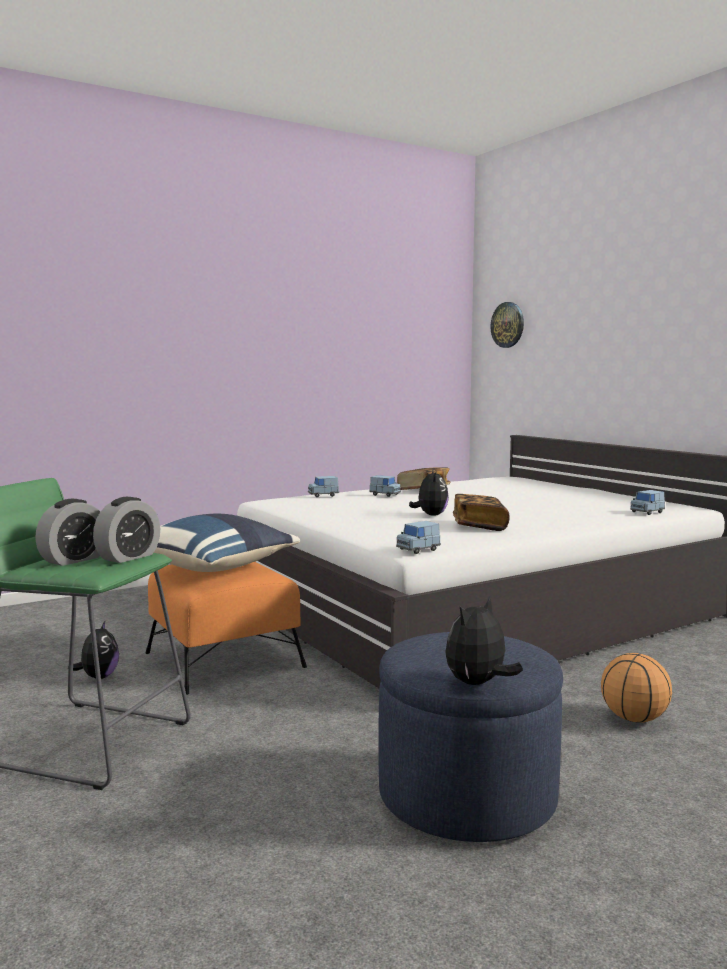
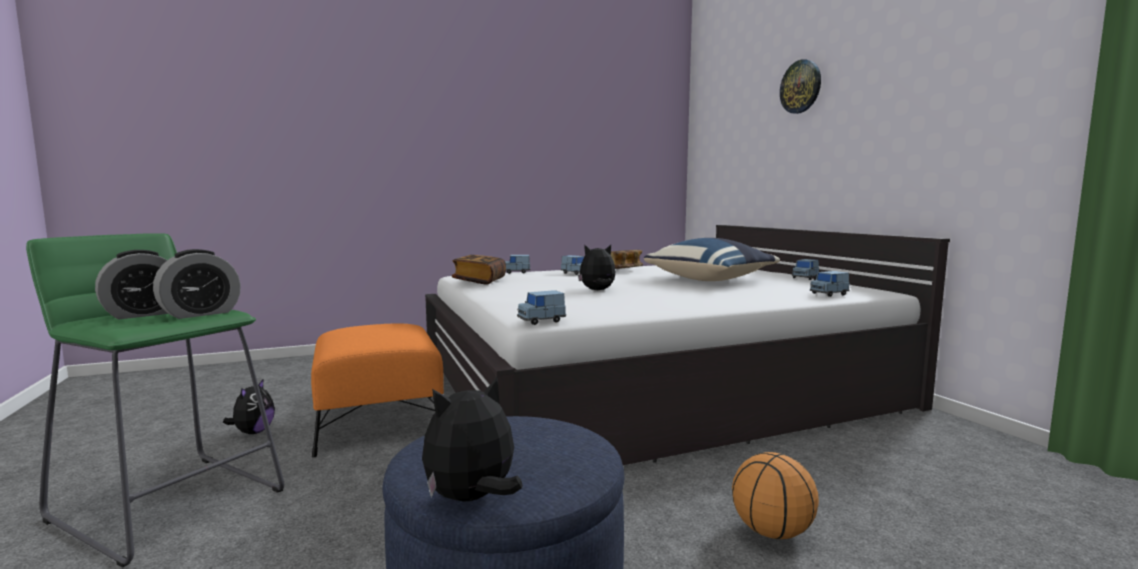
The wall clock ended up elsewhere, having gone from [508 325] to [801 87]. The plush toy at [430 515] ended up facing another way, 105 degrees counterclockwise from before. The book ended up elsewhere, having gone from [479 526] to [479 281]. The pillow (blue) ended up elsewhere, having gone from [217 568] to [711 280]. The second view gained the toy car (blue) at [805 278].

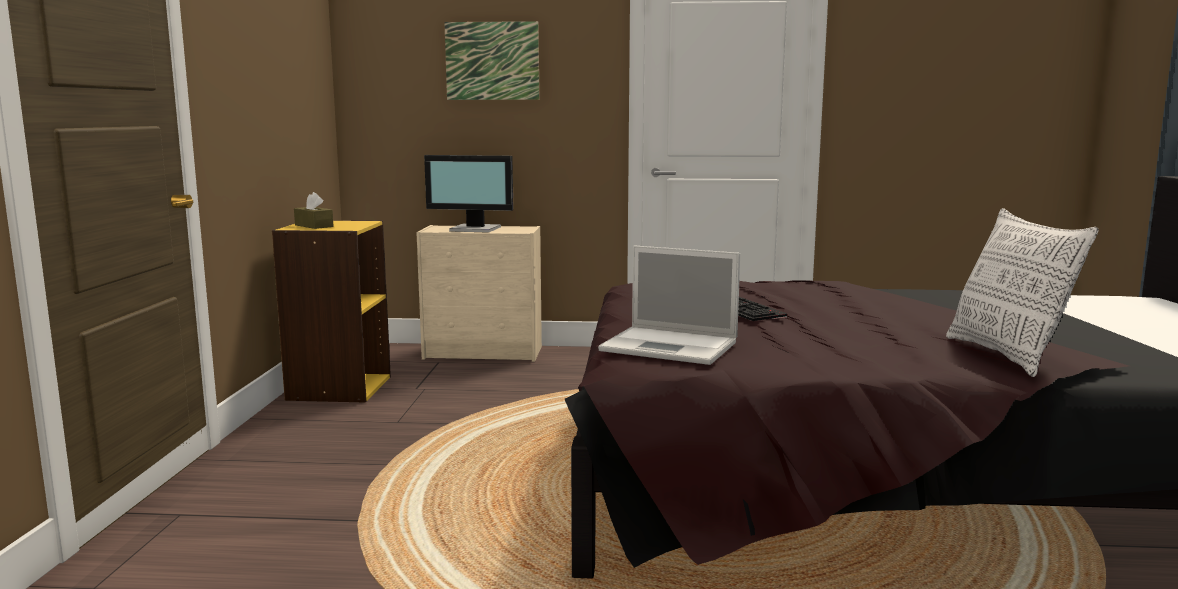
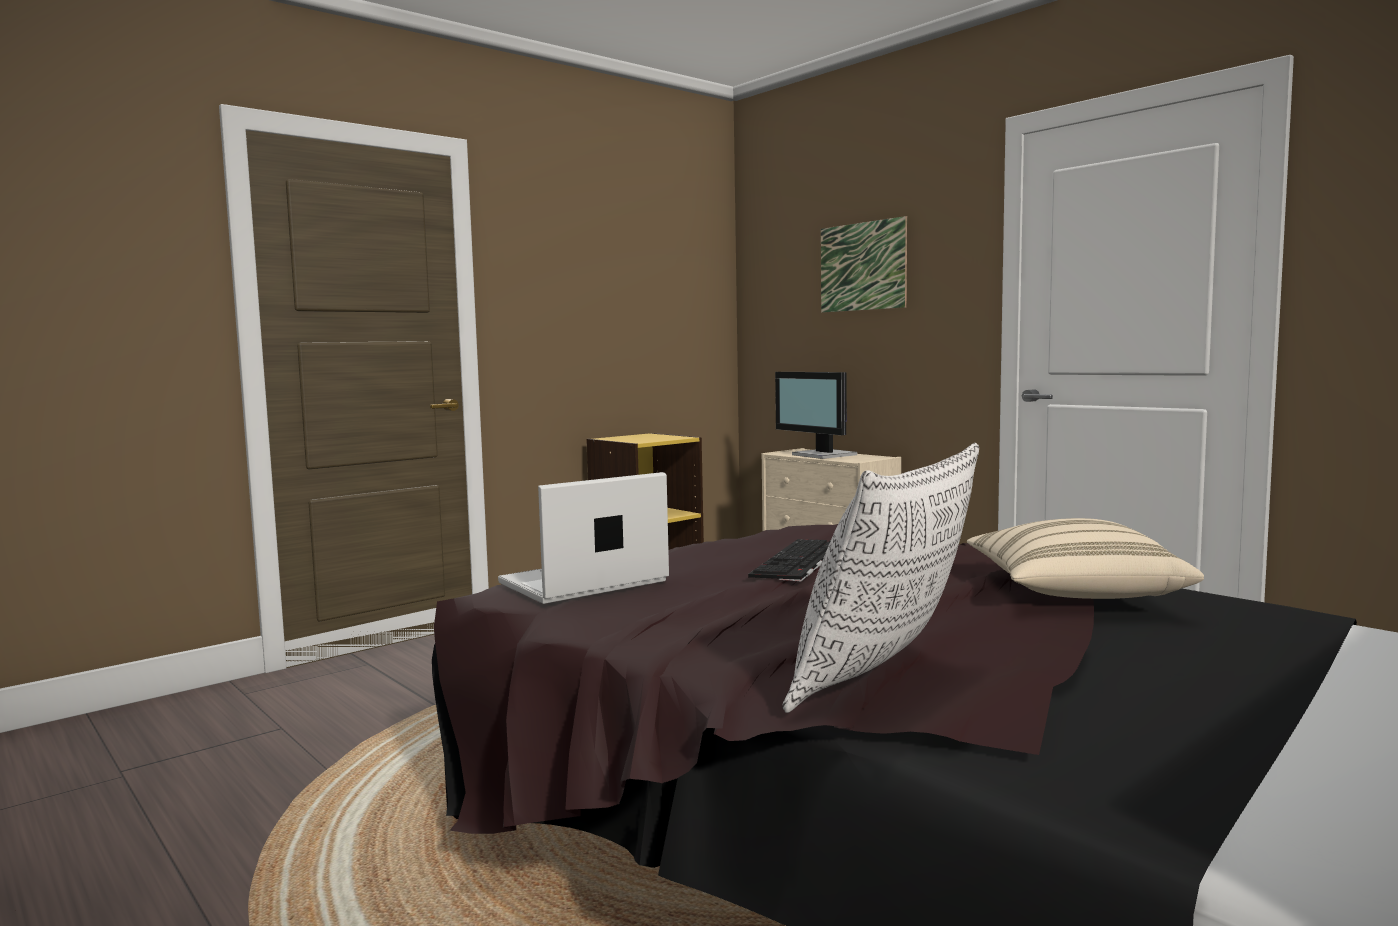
The second view lost the tissue box (brown) at [314 226]. The laptop at [672 346] ended up facing another way, 75 degrees clockwise from before. The second view gained the pillow (beige) at [1073 593].

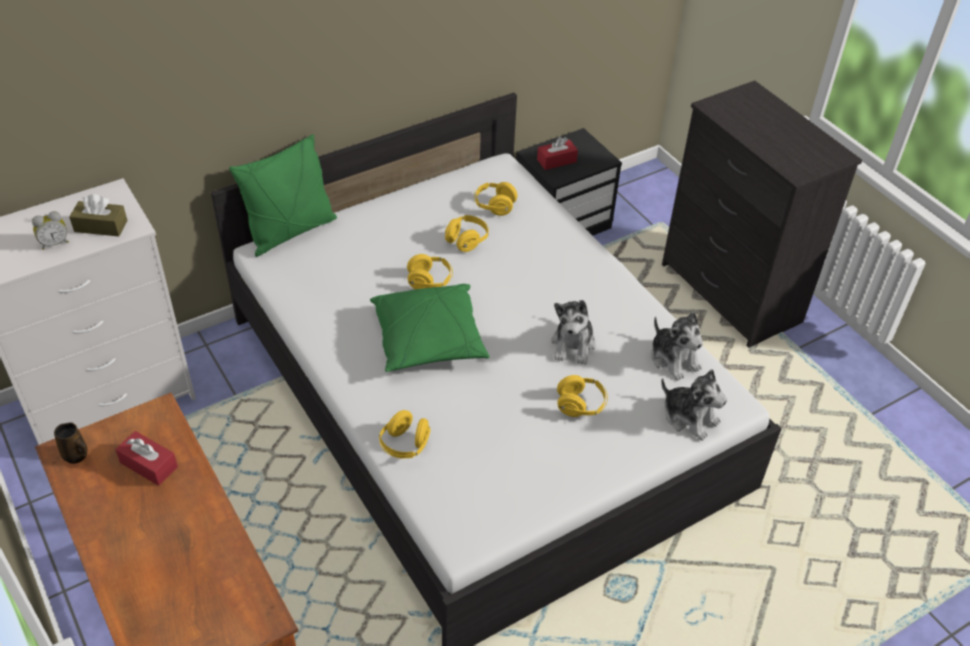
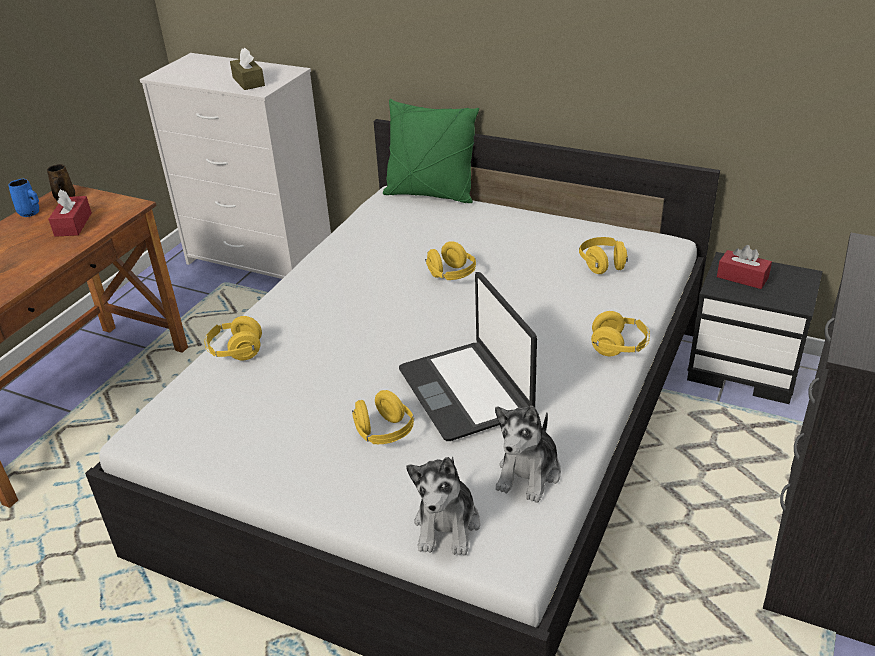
The second view lost the alarm clock at [54 243]. The headphones (yellow) ended up elsewhere, having gone from [467 240] to [619 347]. The second view lost the pillow (green) at [429 341]. Where the plush toy stood at [573 345], the laptop came to stand at [466 391]. The second view gained the mug (blue) at [30 213].

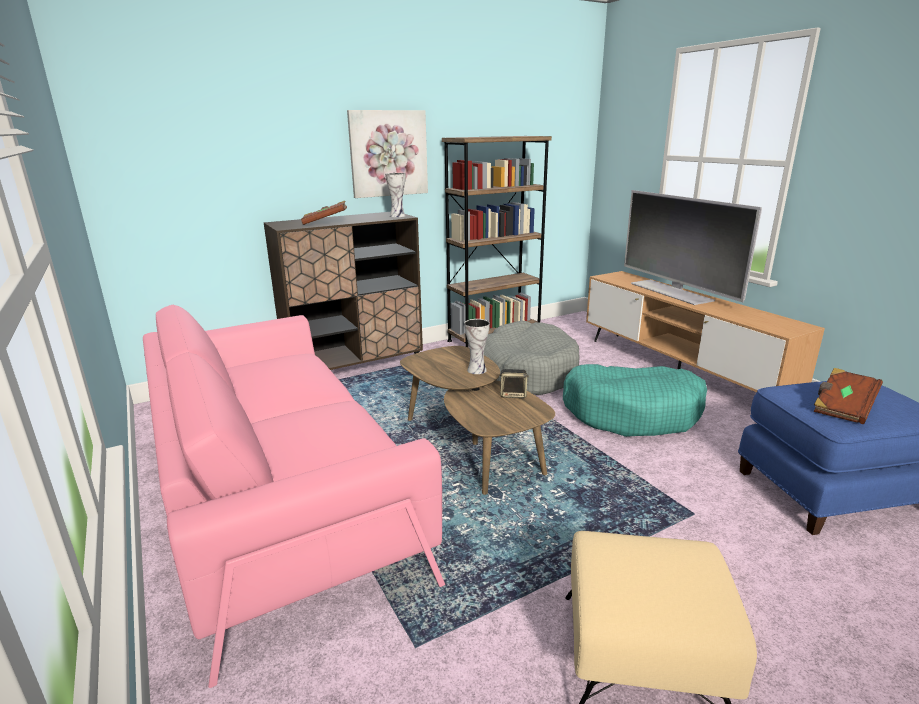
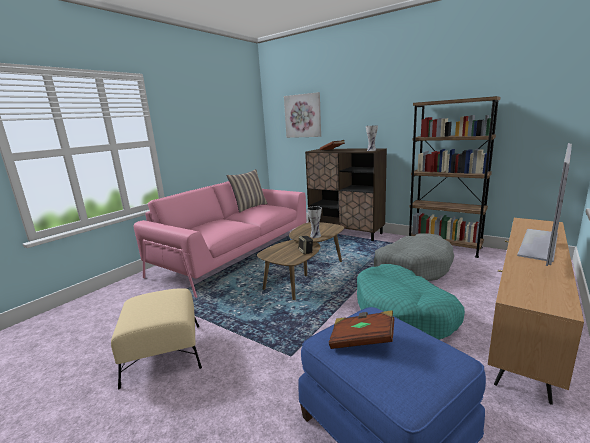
The picture ended up elsewhere, having gone from [388 153] to [303 116]. The second view gained the pillow at [249 207].

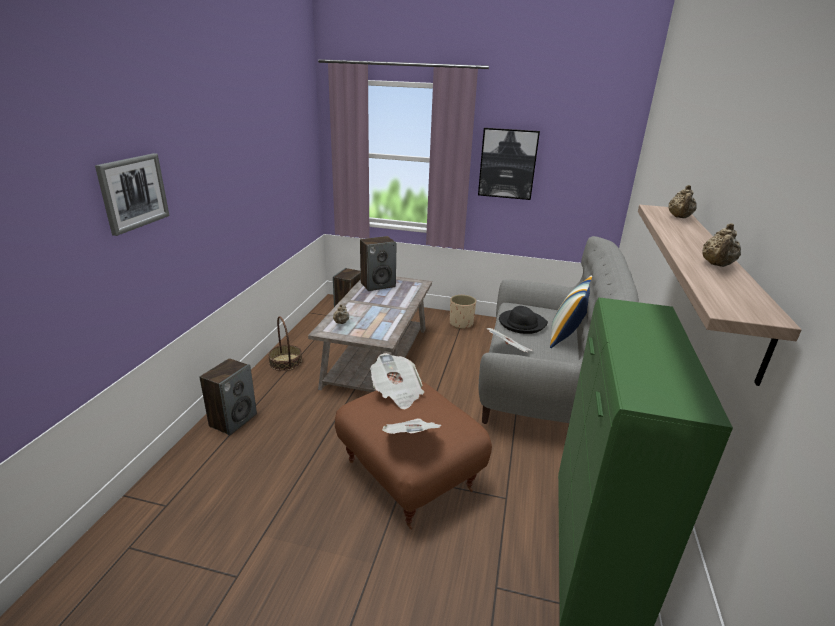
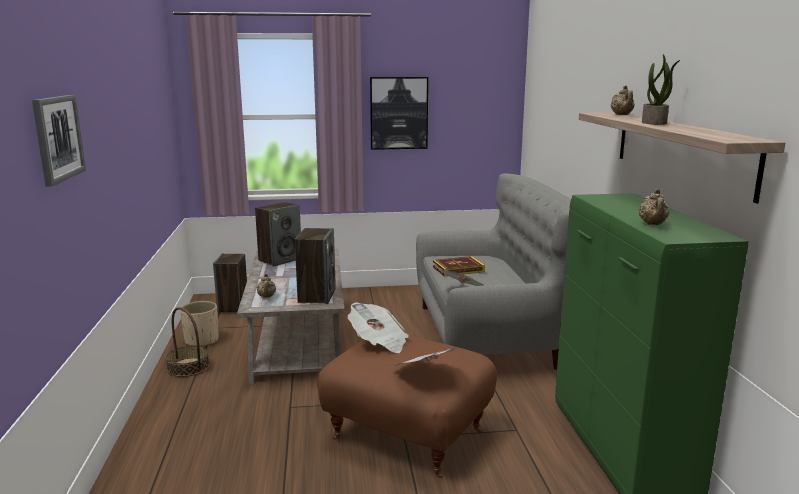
The teapot (beige) ended up elsewhere, having gone from [717 265] to [652 224]. The second view lost the pillow at [567 336]. The planter (beige) ended up elsewhere, having gone from [461 323] to [202 341]. Where the hat (black) stood at [521 323], the book came to stand at [458 269]. The speaker ended up elsewhere, having gone from [233 420] to [316 296]. The second view gained the potted plant at [654 123].

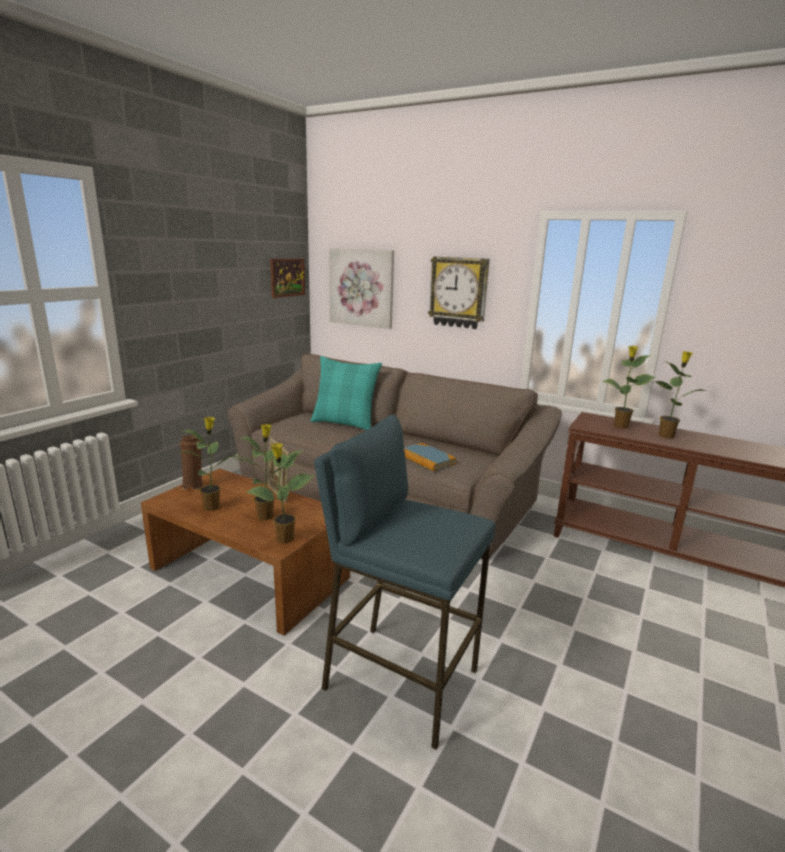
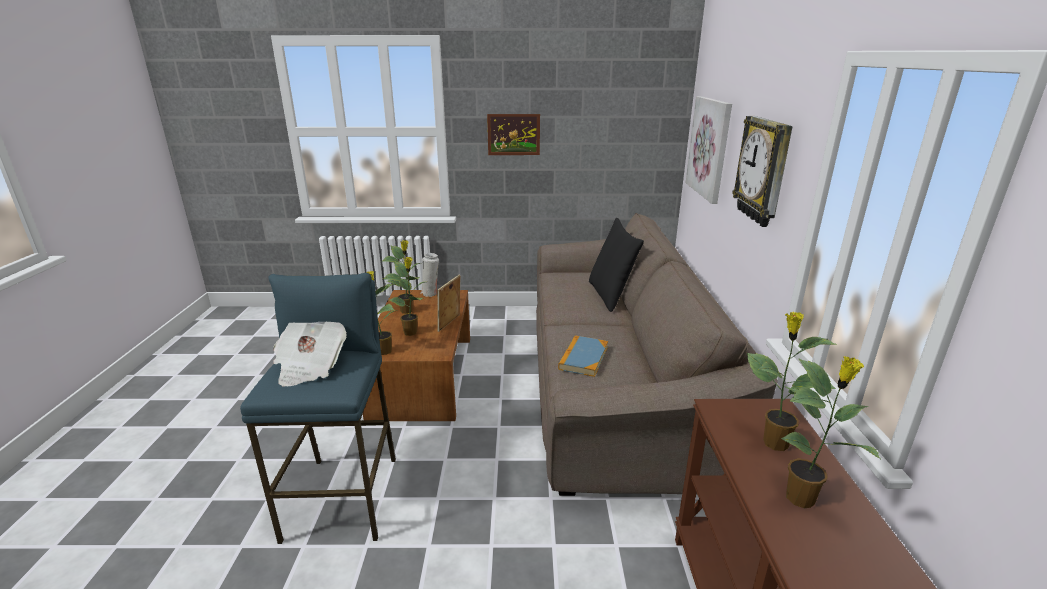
The picture ended up elsewhere, having gone from [287 277] to [513 134]. What was the pillow (turquoise) at [344 423] turned into the pillow (black) at [610 295]. What was the vase (brown) at [193 485] turned into the vase (white) at [431 293]. The second view gained the newspaper at [310 366].

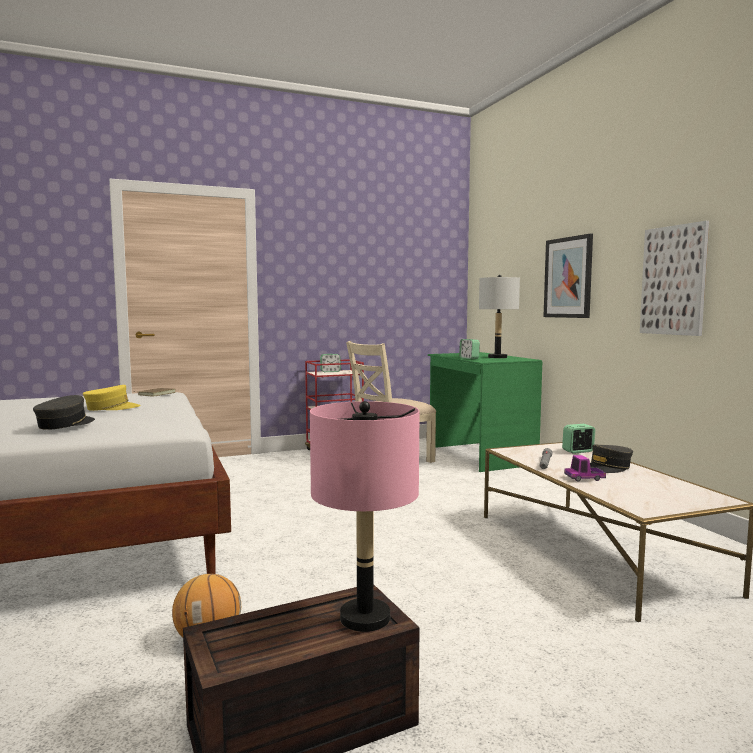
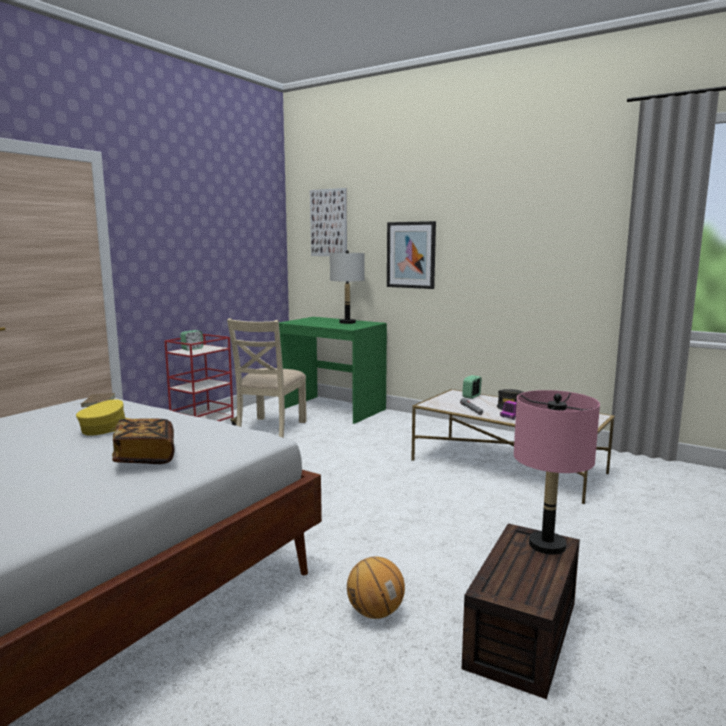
The picture ended up elsewhere, having gone from [673 280] to [329 223]. The second view lost the alarm clock at [469 358]. Where the cap (grey) stood at [65 424], the book came to stand at [145 456].

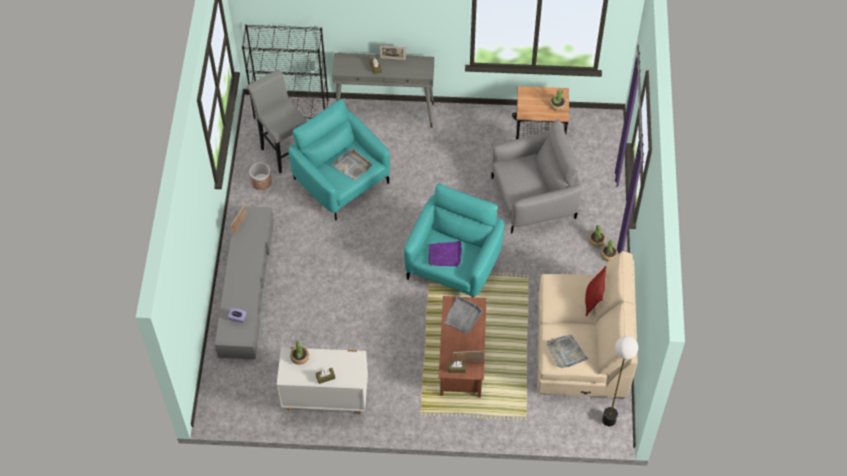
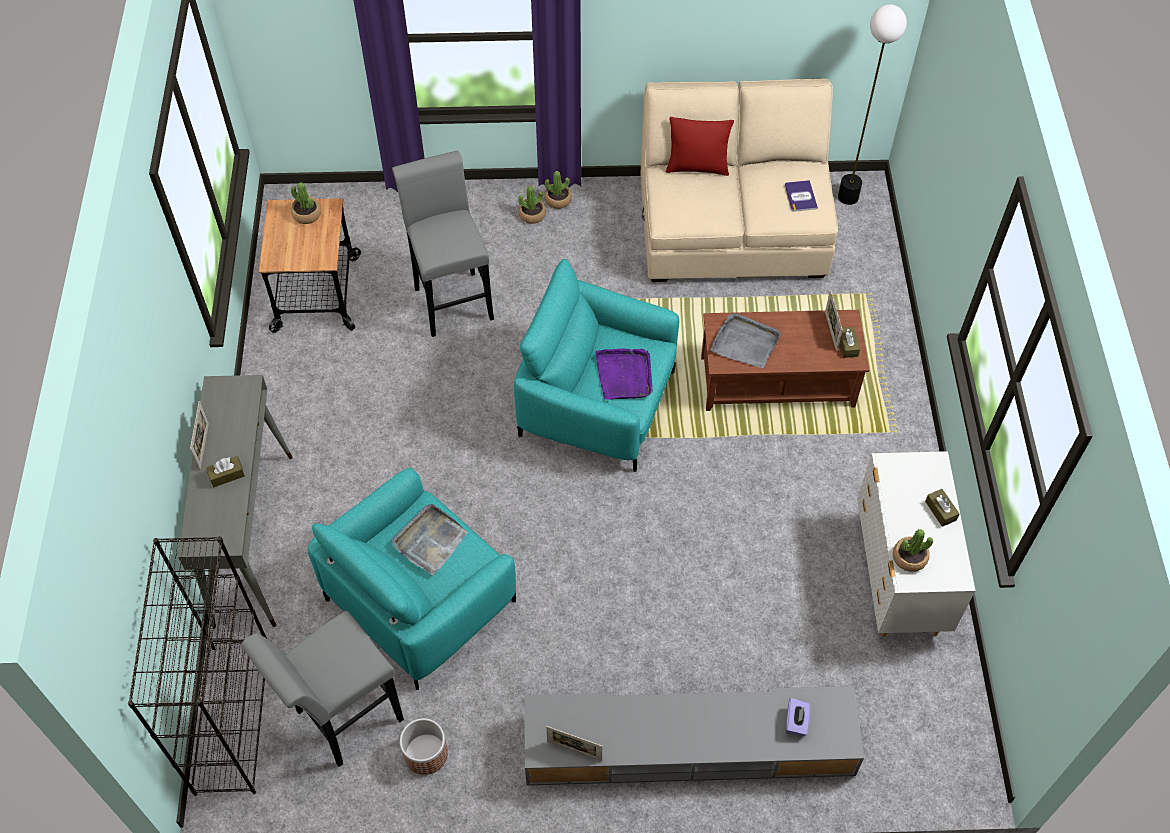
Where the armchair (grey) stood at [533 198], the stool (grey) came to stand at [451 298]. Where the tray (grey) stood at [566 352], the book came to stand at [800 196].

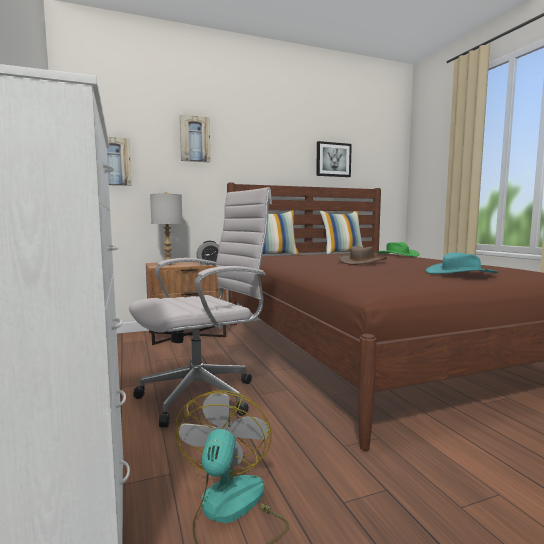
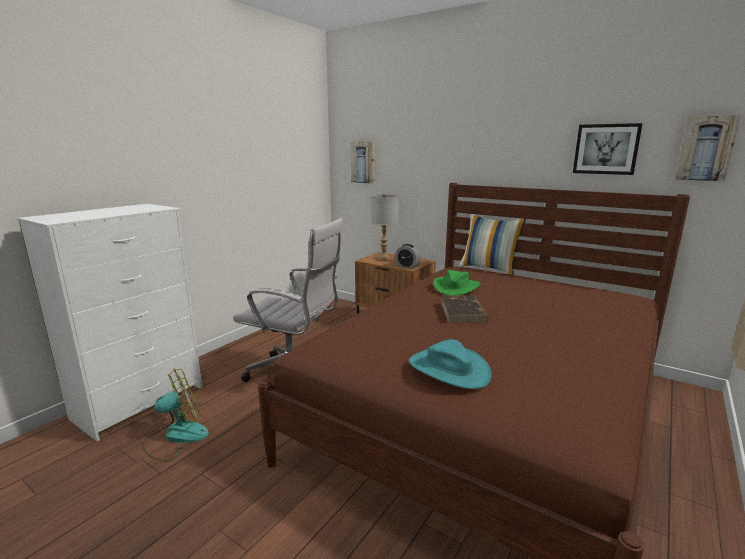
The picture ended up elsewhere, having gone from [194 139] to [705 148]. The second view lost the pillow at [342 253]. The hat (green) ended up elsewhere, having gone from [397 255] to [456 287]. Where the hat (brown) stood at [362 262], the book (brown) came to stand at [463 312].

